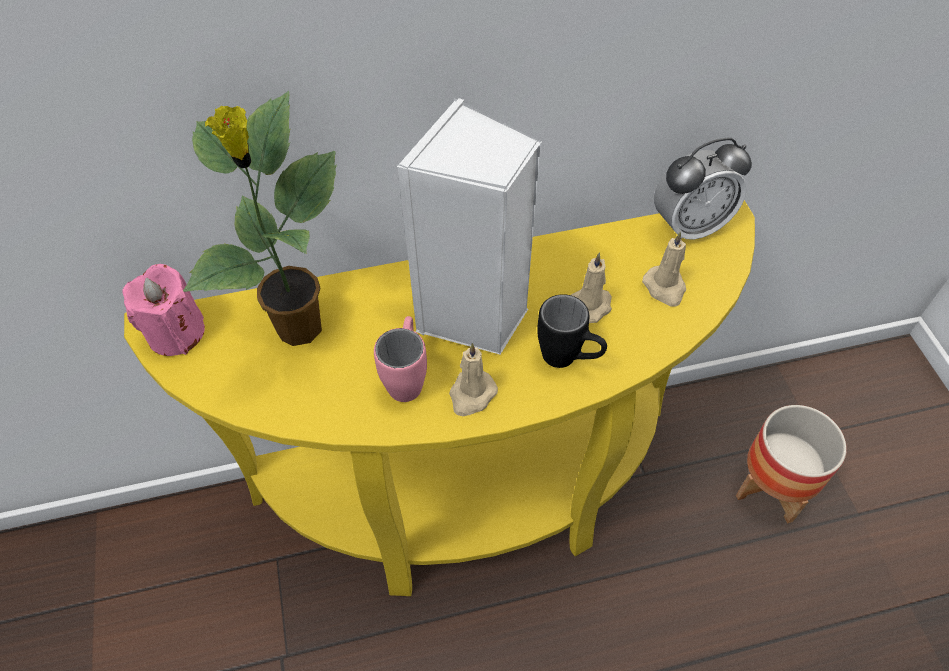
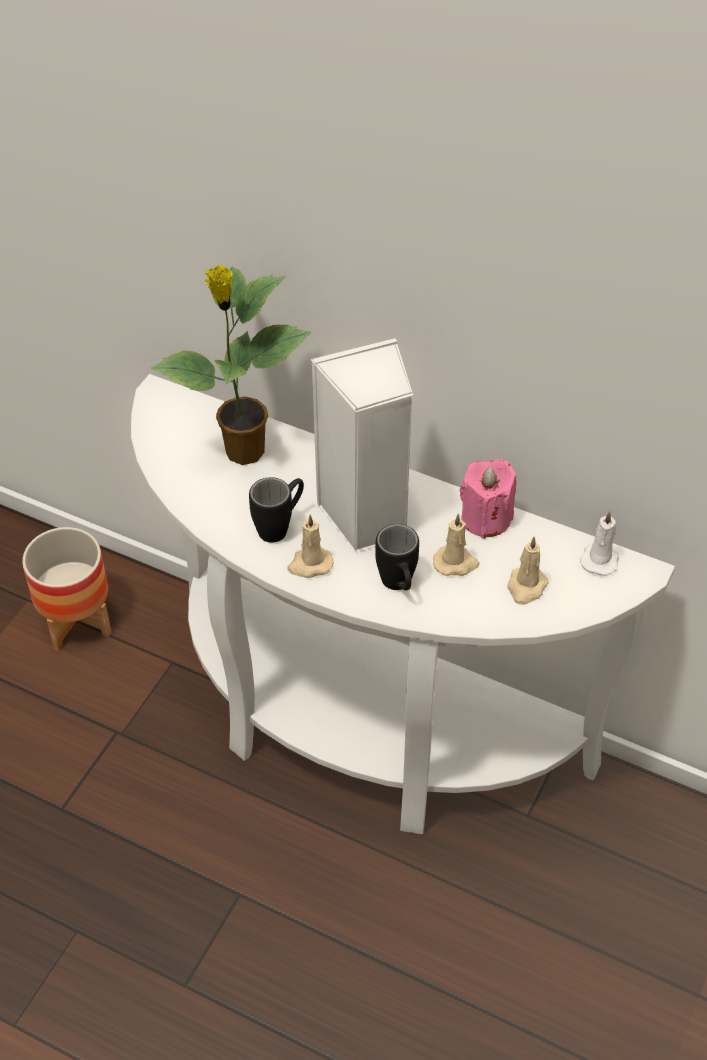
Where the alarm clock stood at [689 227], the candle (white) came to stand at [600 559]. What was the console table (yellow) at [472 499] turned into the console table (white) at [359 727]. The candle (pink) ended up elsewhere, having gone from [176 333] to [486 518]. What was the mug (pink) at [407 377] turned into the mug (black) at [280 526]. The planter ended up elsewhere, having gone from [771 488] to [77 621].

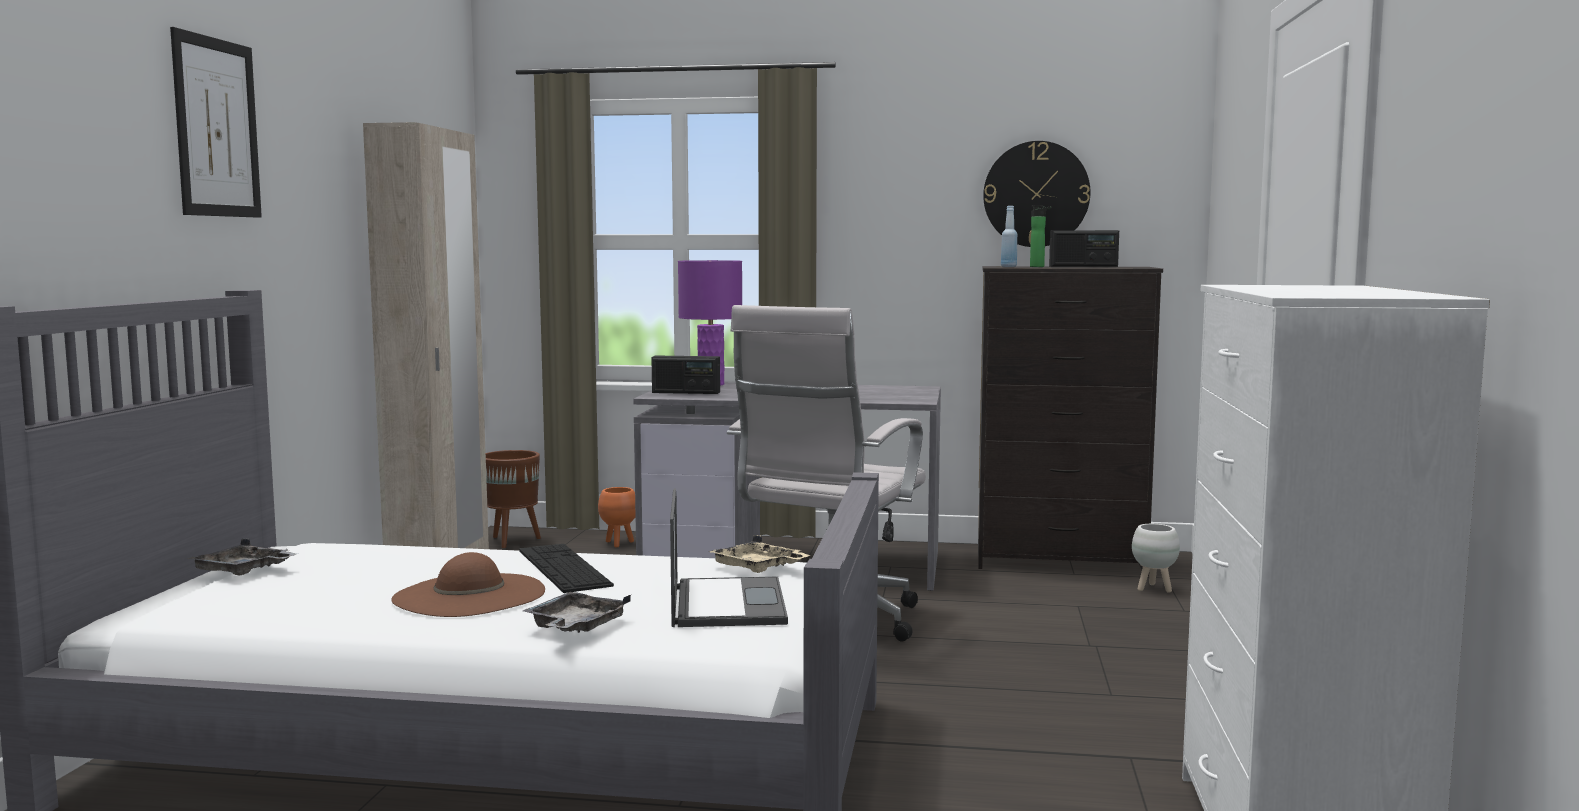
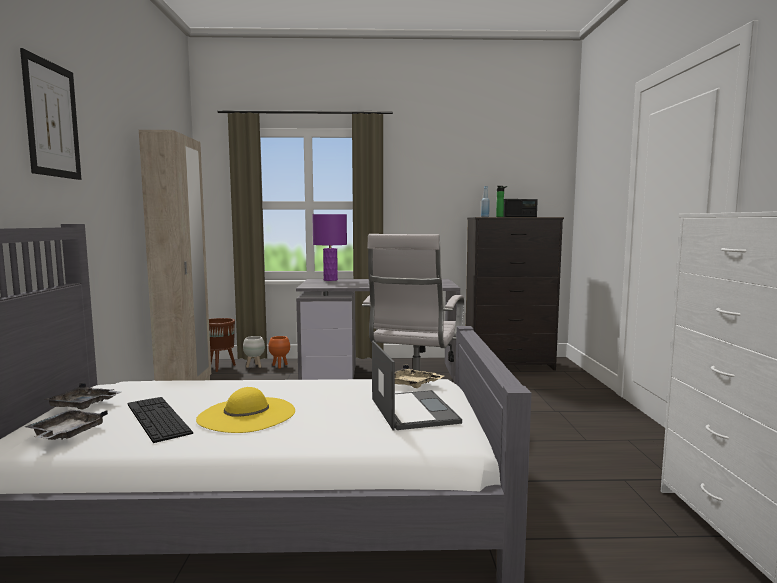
The second view lost the wall clock at [1036 194]. The second view lost the radio at [686 392]. The planter (white) ended up elsewhere, having gone from [1154 589] to [254 366]. The keyboard ended up elsewhere, having gone from [564 568] to [158 418]. What was the hat (brown) at [469 595] turned into the hat (yellow) at [247 414]. The tray (grey) ended up elsewhere, having gone from [575 627] to [66 434].

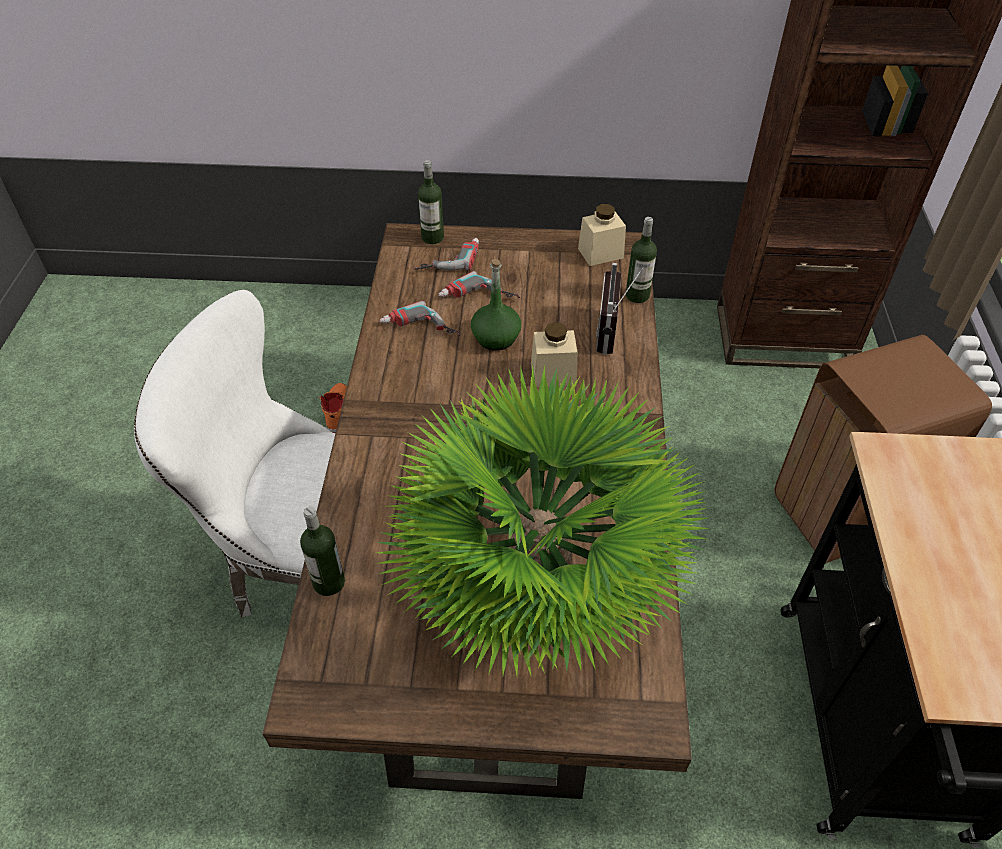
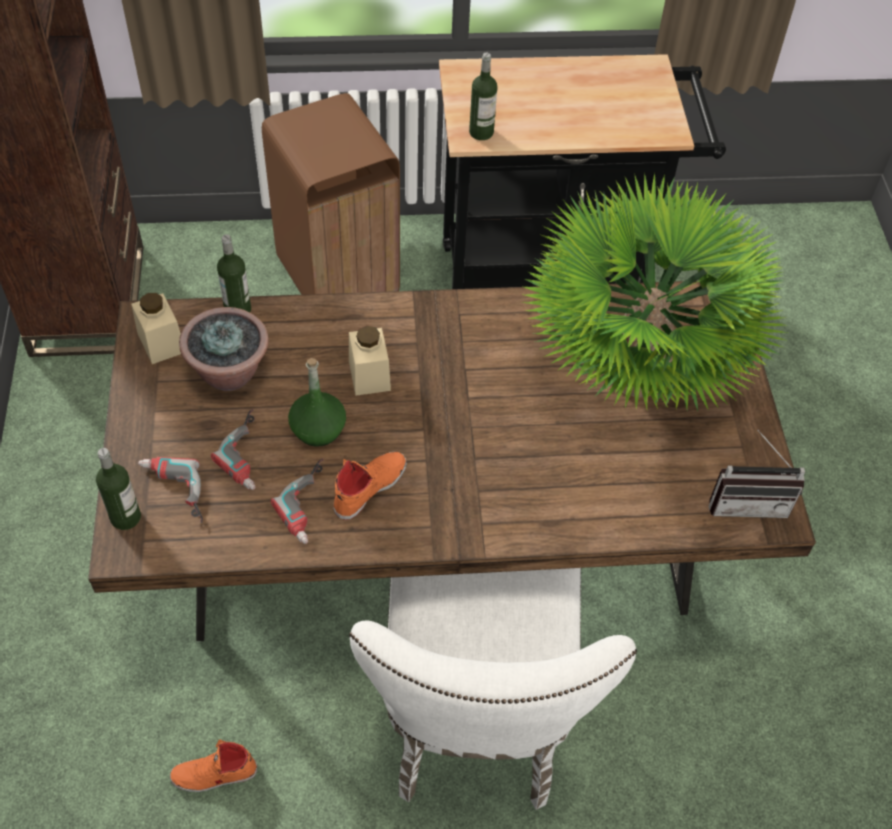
The radio ended up elsewhere, having gone from [615 333] to [748 501]. The bottle ended up elsewhere, having gone from [329 582] to [481 132]. The second view gained the potted plant at [229 372]. The second view gained the shoe (orange) at [369 487].

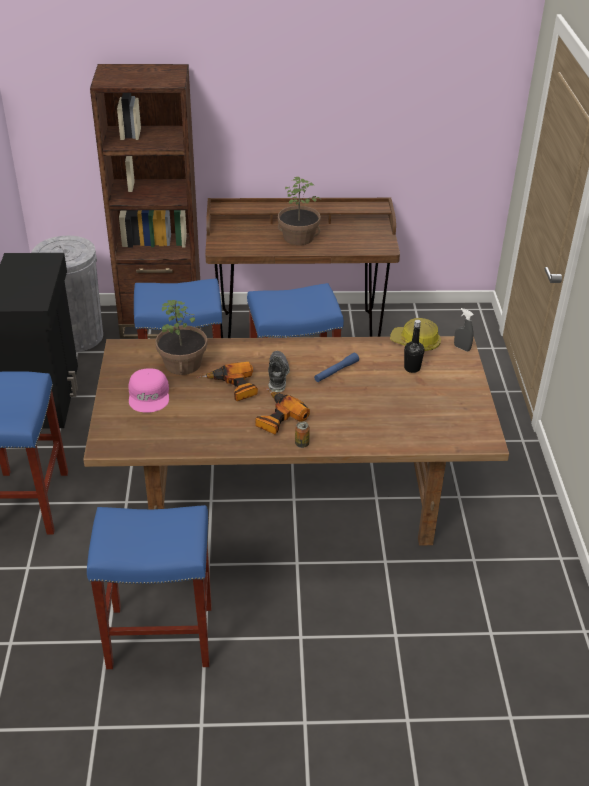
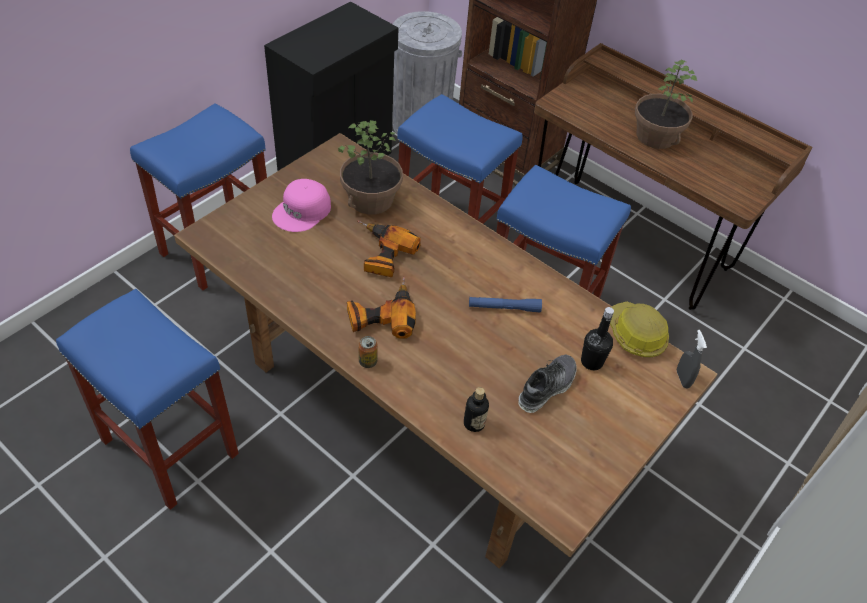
The shoe ended up elsewhere, having gone from [277 376] to [546 387]. The second view gained the bottle at [474 423].

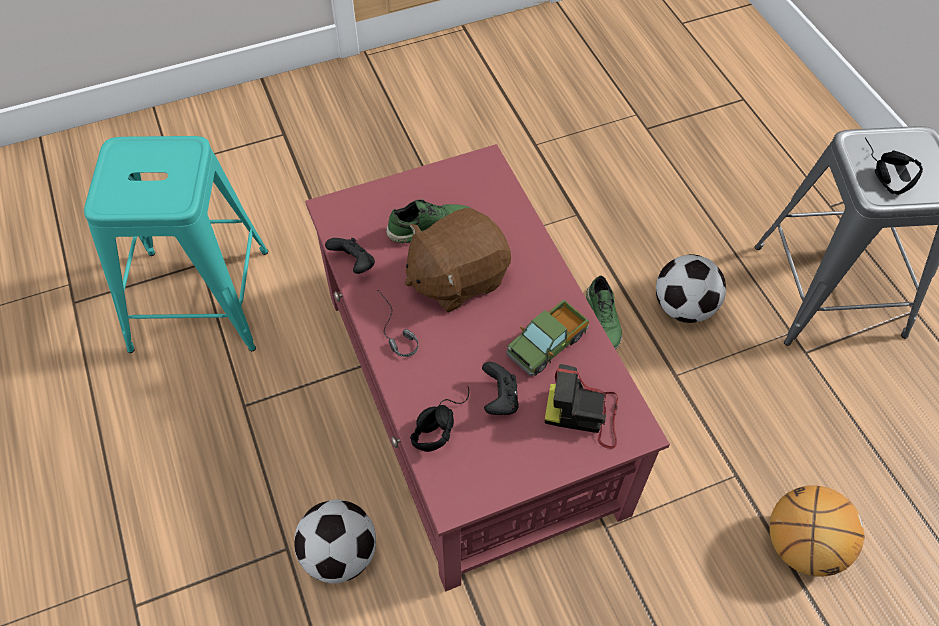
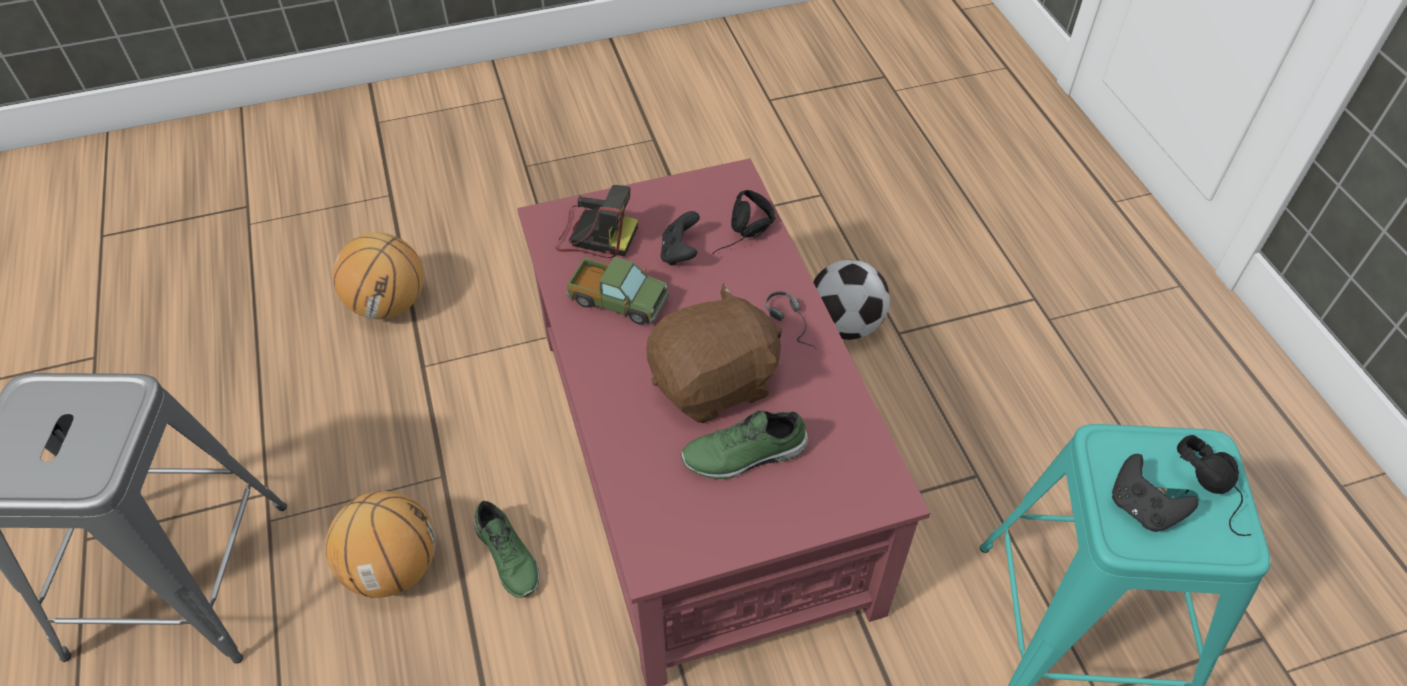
The headphones (black) ended up elsewhere, having gone from [879 172] to [1216 490]. The game controller (black) ended up elsewhere, having gone from [354 264] to [1141 508]. Where the football stood at [684 307], the basketball came to stand at [393 567]. The shoe (green) at [603 320] ended up facing another way, 150 degrees clockwise from before. The toy truck at [547 344] ended up facing another way, 60 degrees clockwise from before.

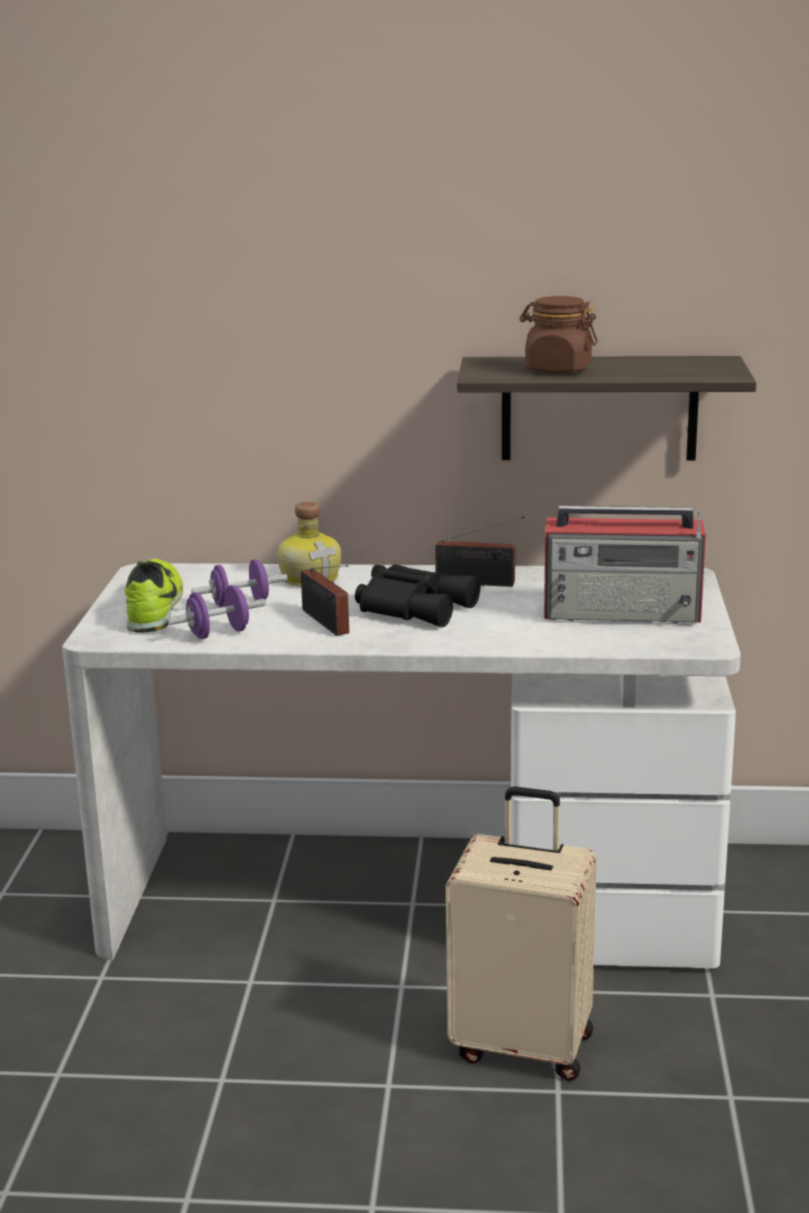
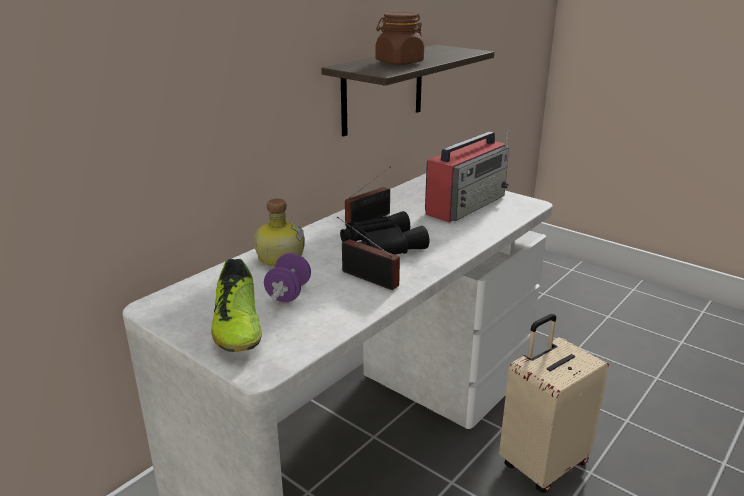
The shoe at [154 608] ended up facing another way, 135 degrees counterclockwise from before. The radio at [326 623] ended up facing another way, 150 degrees counterclockwise from before. The second view lost the dumbbell (purple) at [218 634].

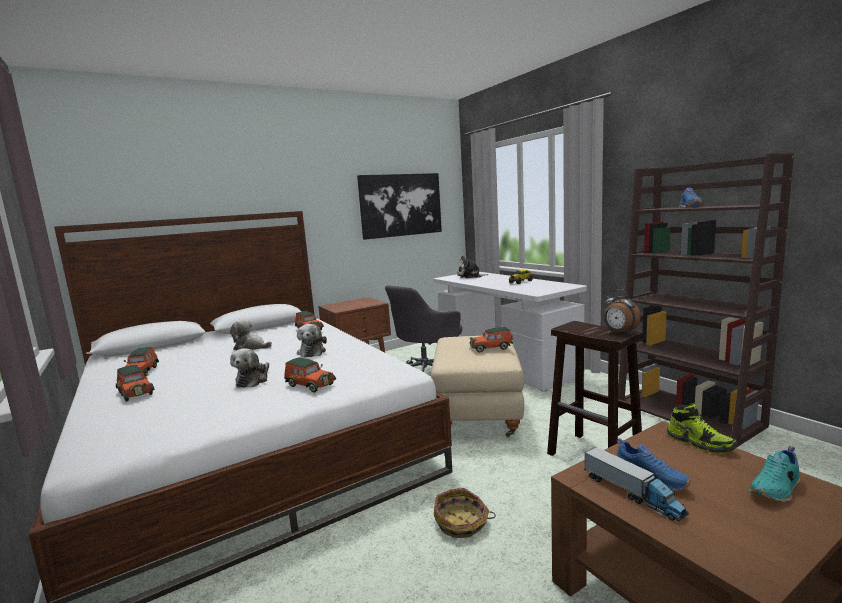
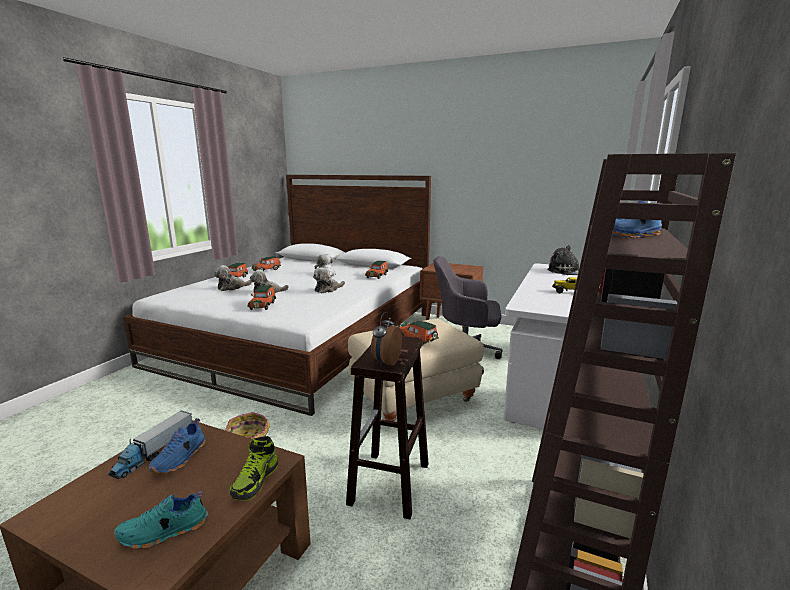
The second view lost the picture at [401 205]. The shoe (turquoise) at [777 489] ended up facing another way, 45 degrees counterclockwise from before. The second view gained the plush toy at [232 287].

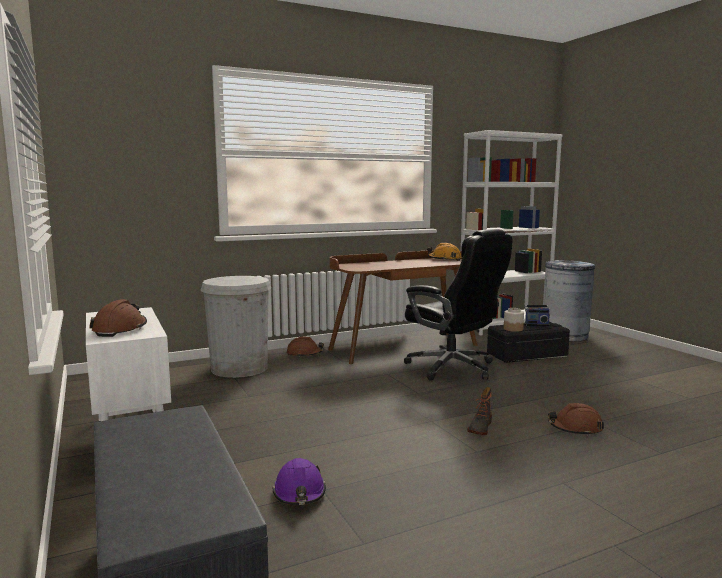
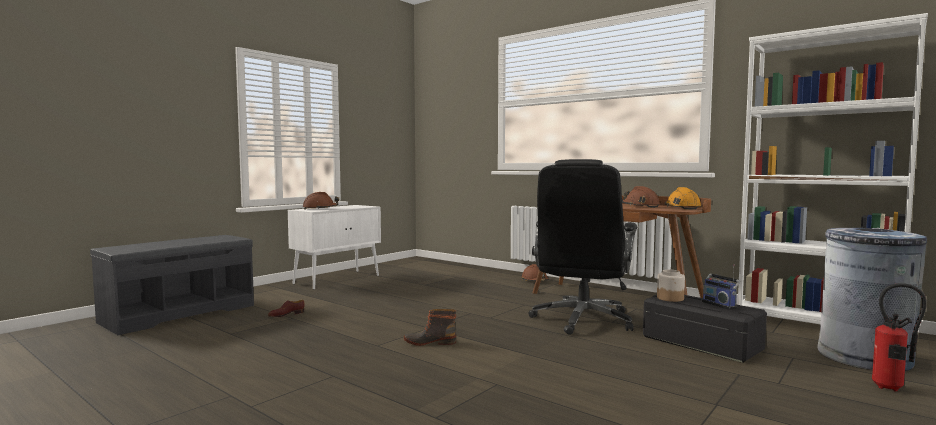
The second view lost the trash can (white) at [239 368]. The hard hat (brown) ended up elsewhere, having gone from [575 428] to [640 206]. Where the hard hat (purple) stood at [299 493], the shoe (brown) came to stand at [286 314]. The second view gained the fire extinguisher at [893 389].

